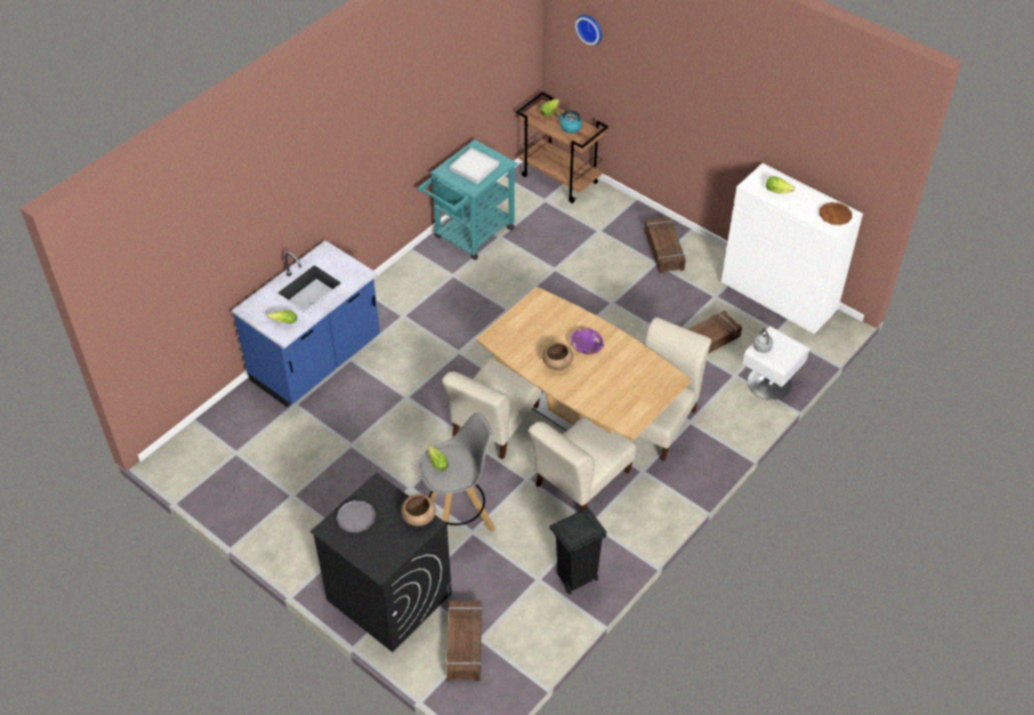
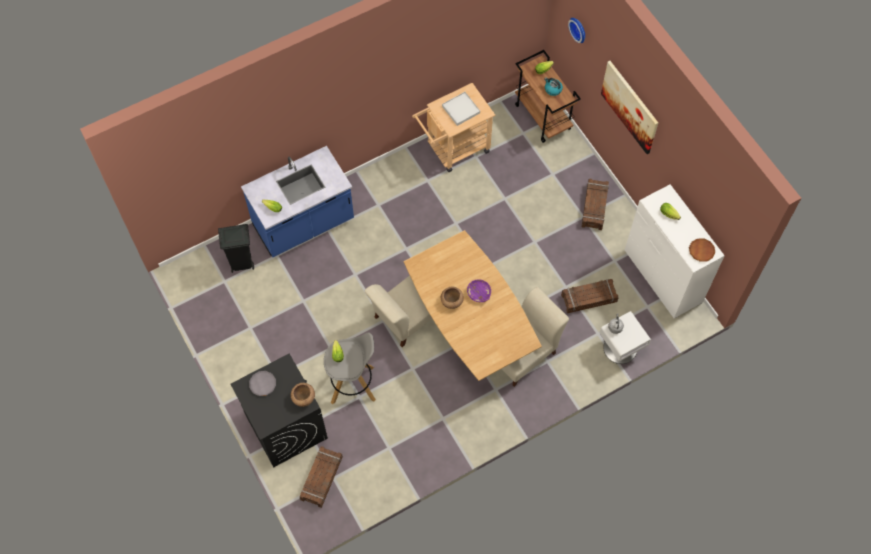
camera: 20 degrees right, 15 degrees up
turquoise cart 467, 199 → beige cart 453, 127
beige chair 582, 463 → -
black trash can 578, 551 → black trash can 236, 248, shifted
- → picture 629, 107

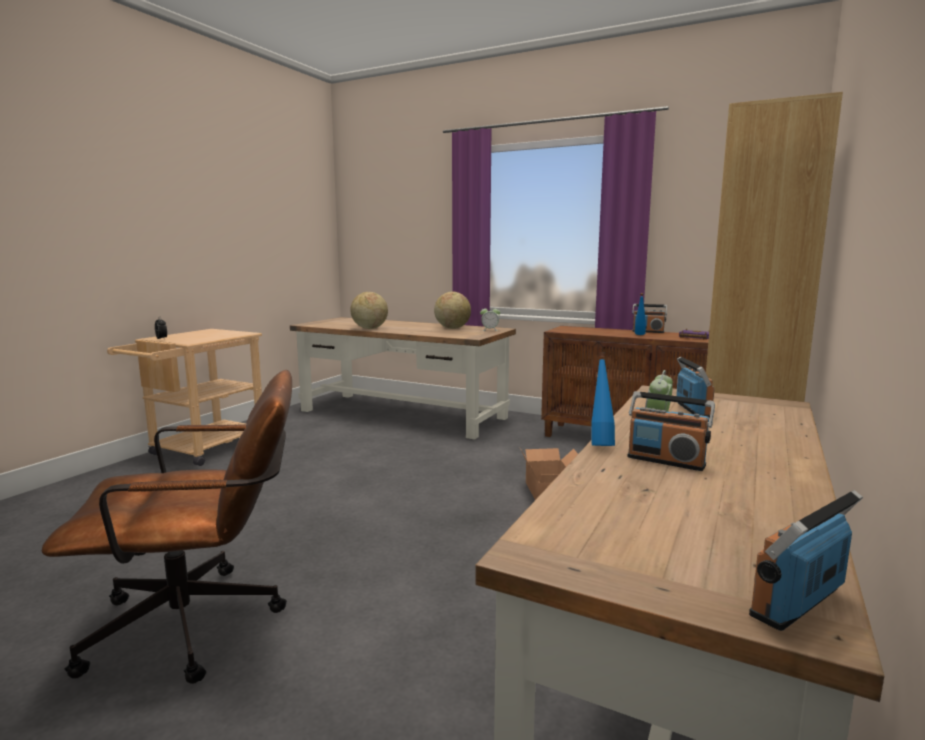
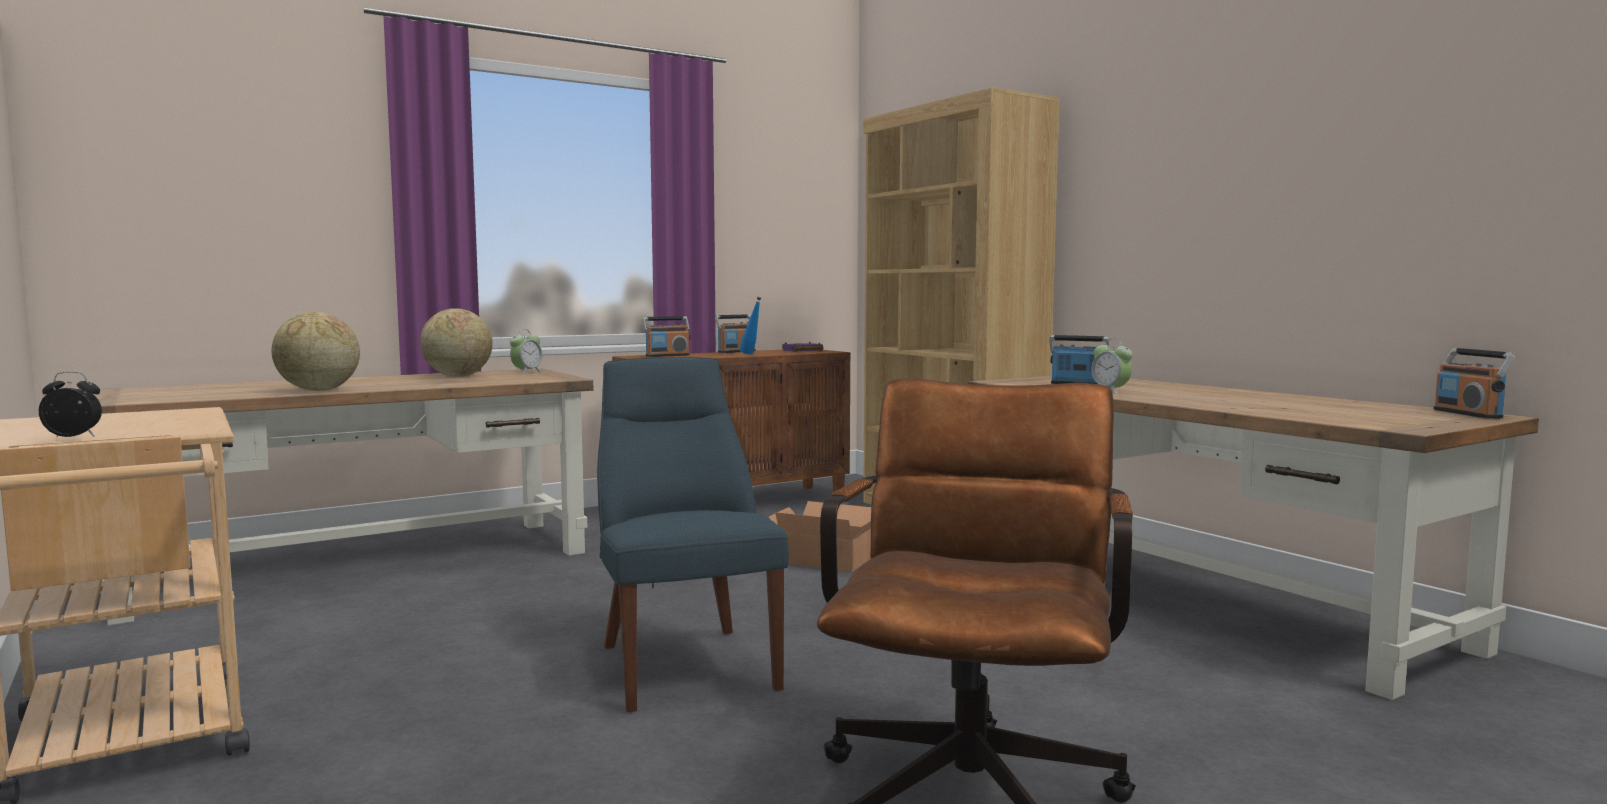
camera: 60 degrees left, 5 degrees down
blue bottle 603, 399 → -
radio 671, 431 → radio 666, 336, shifted
- → blue chair 693, 534

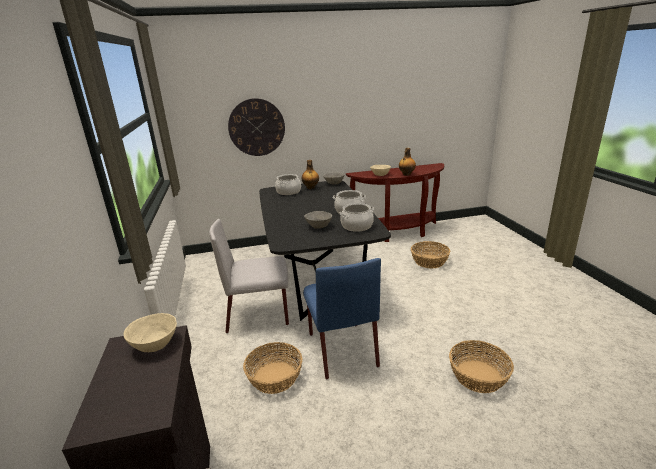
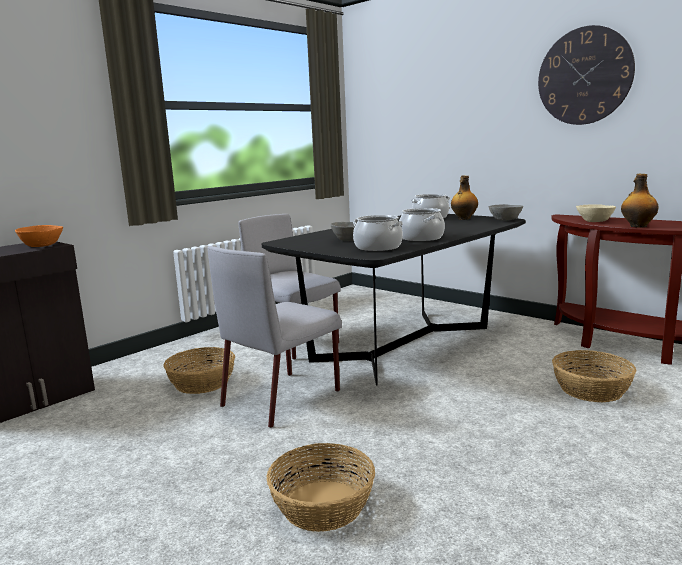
camera: 55 degrees right, 10 degrees down
beige bowl 150, 332 → orange bowl 39, 236
wall clock 256, 127 → wall clock 586, 75, shifted
blue chair 342, 318 → grey chair 274, 337

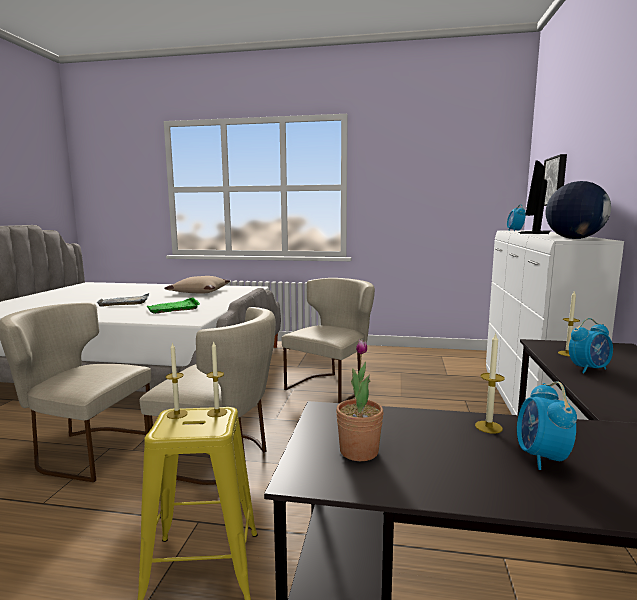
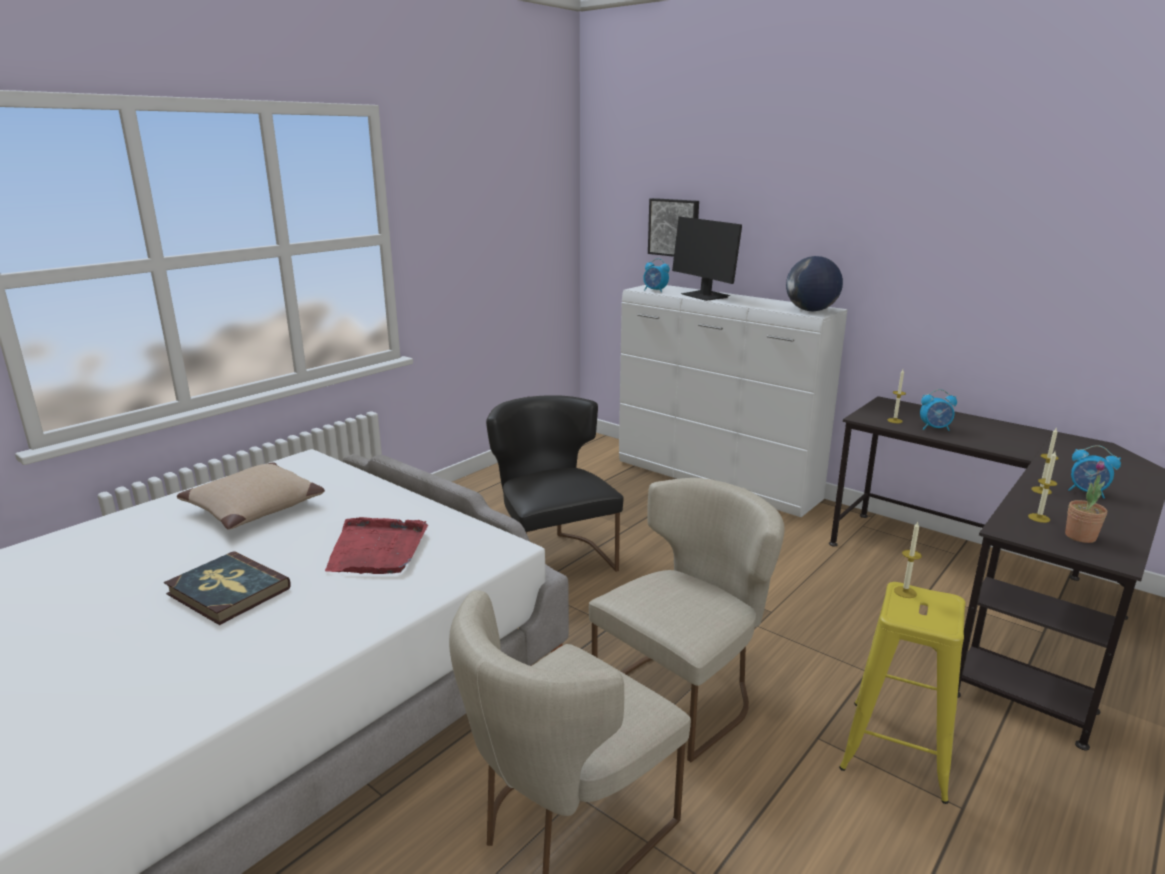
camera: 60 degrees left, 10 degrees up
grey tray 122, 299 → book 227, 588
green tray 173, 306 → red tray 376, 545
candle 177, 381 → candle 1042, 487, shifted
beige chair 328, 340 → black chair 555, 483
alarm clock 591, 346 → alarm clock 938, 410, 90 degrees clockwise

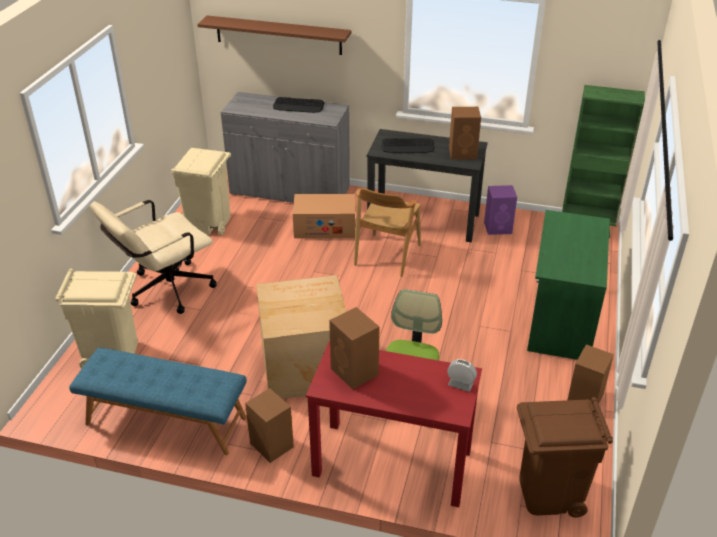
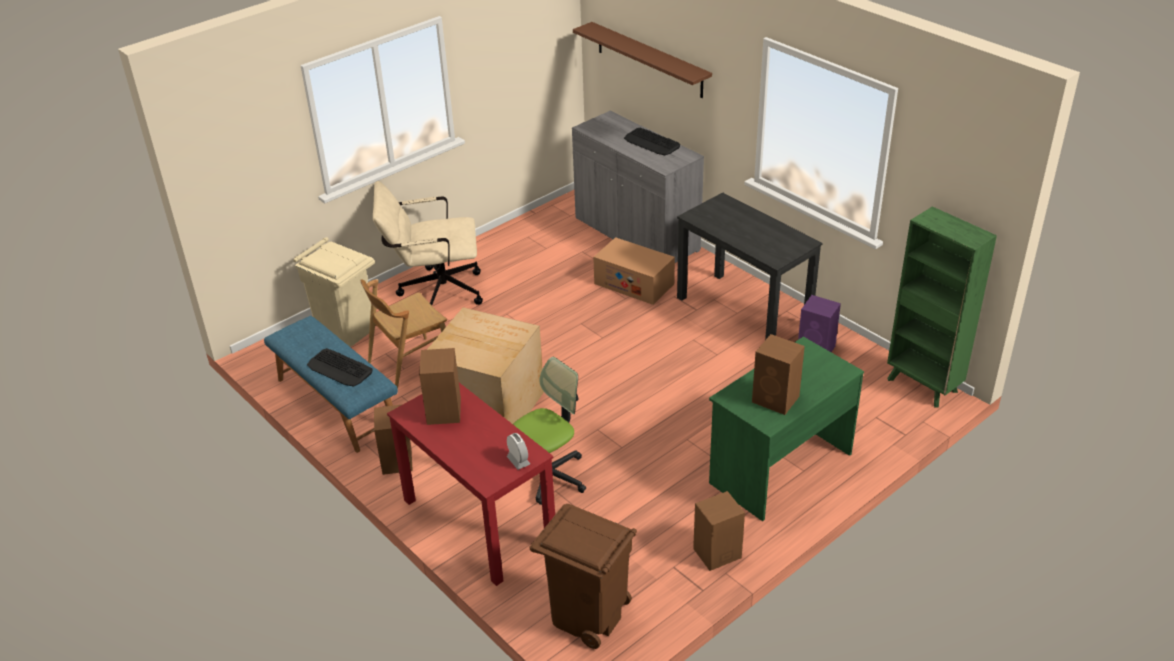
camera: 35 degrees right, 0 degrees up
beige trash can 201, 191 → -
brown chair 387, 232 → brown chair 403, 333, shifted
keyboard 408, 145 → keyboard 340, 367, shifted
brown speaker 465, 133 → brown speaker 778, 374, shifted

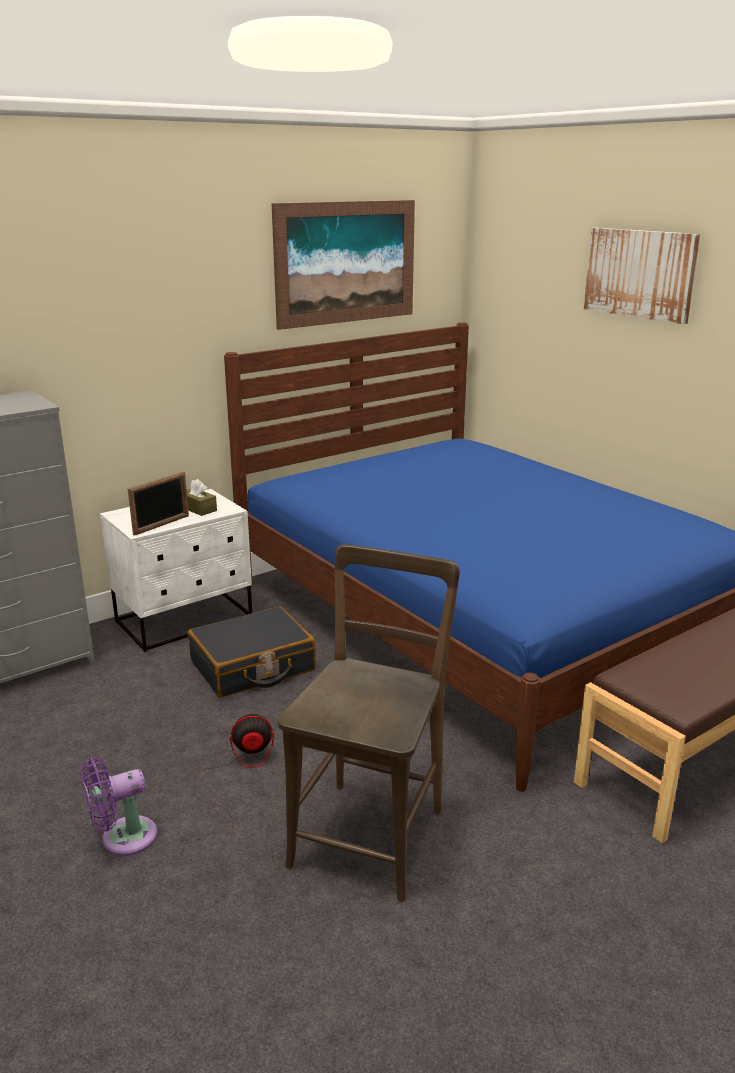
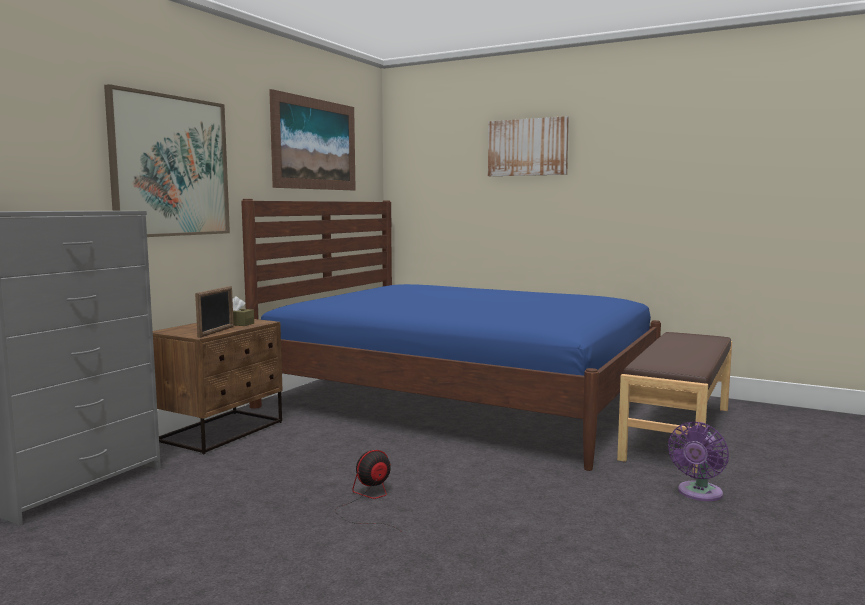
camera: 25 degrees left, 15 degrees down
purple fan 119, 806 → purple fan 698, 461, shifted
white nightstand 176, 570 → brown nightstand 218, 386
black suitcase 252, 652 → -
brown chair 369, 723 → -
- → picture 167, 160

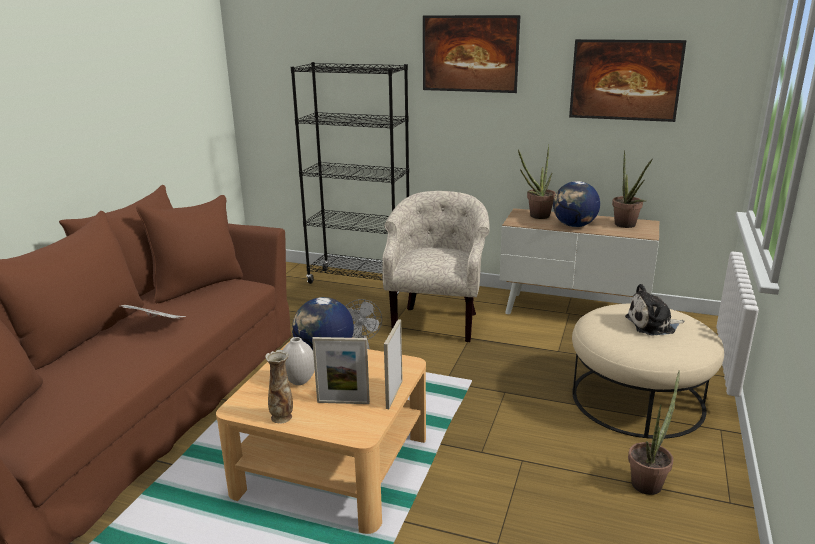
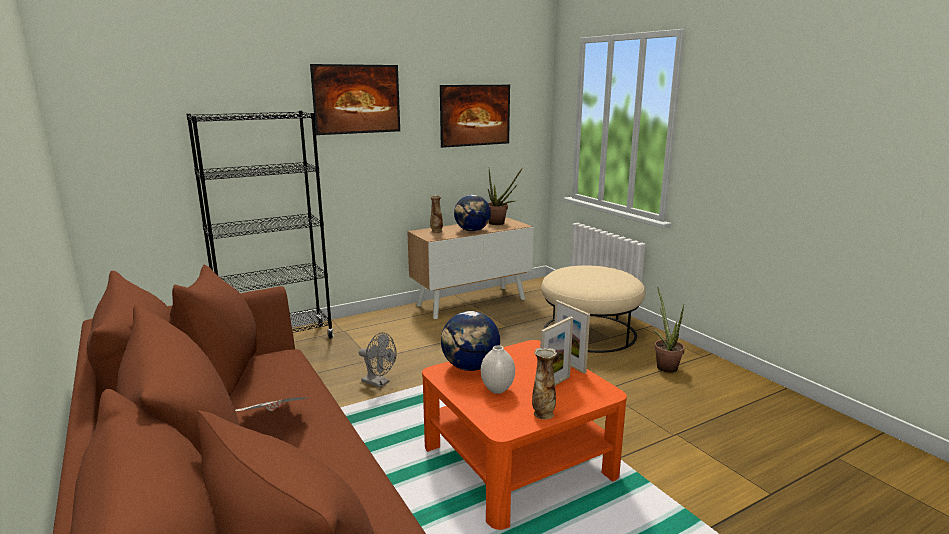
camera: 50 degrees left, 5 degrees down
beige coffee table 321, 437 → orange coffee table 524, 435
beige armchair 436, 266 → -
potted plant 537, 181 → vase 436, 214
plush toy 654, 309 → -

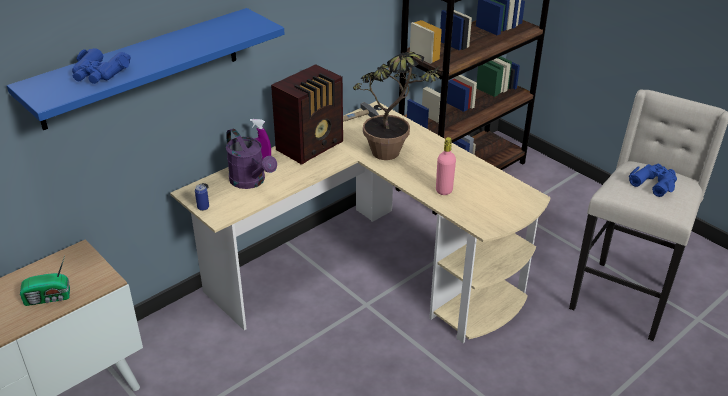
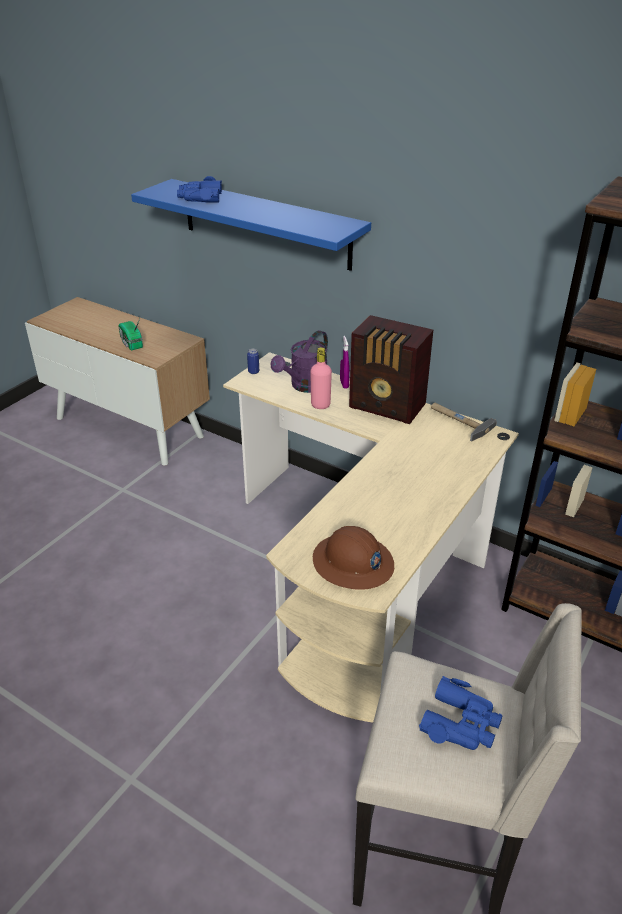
camera: 75 degrees right, 0 degrees up
potted plant 398, 106 → -
pink bottle 446, 166 → pink bottle 321, 378, shifted
- → brown hard hat 353, 558

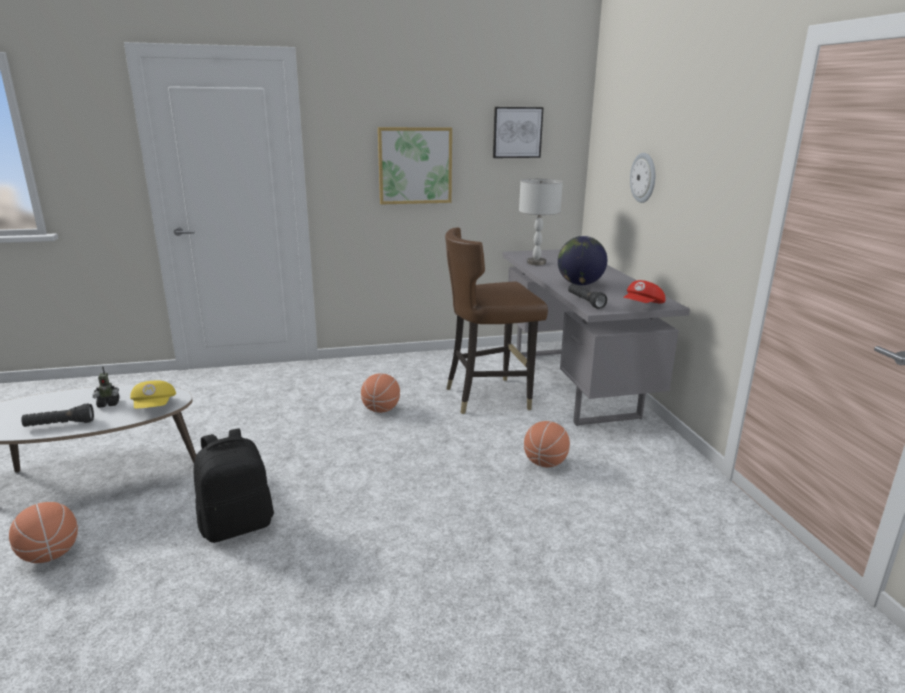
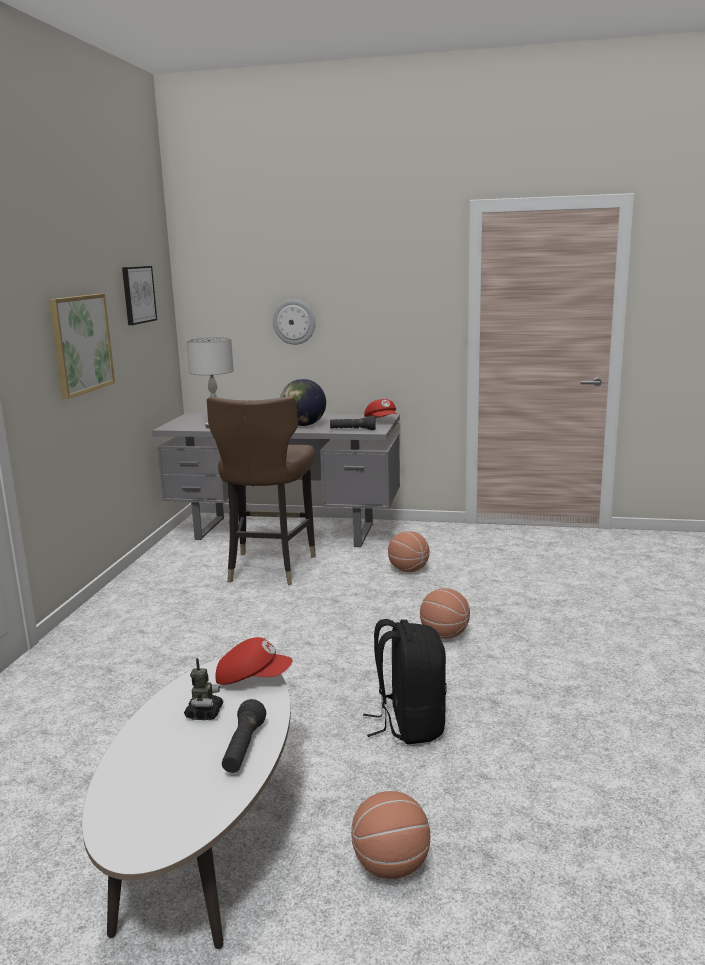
camera: 65 degrees left, 5 degrees down
yellow cap 153, 394 → red cap 254, 661
basketball 380, 393 → basketball 445, 613, shifted

